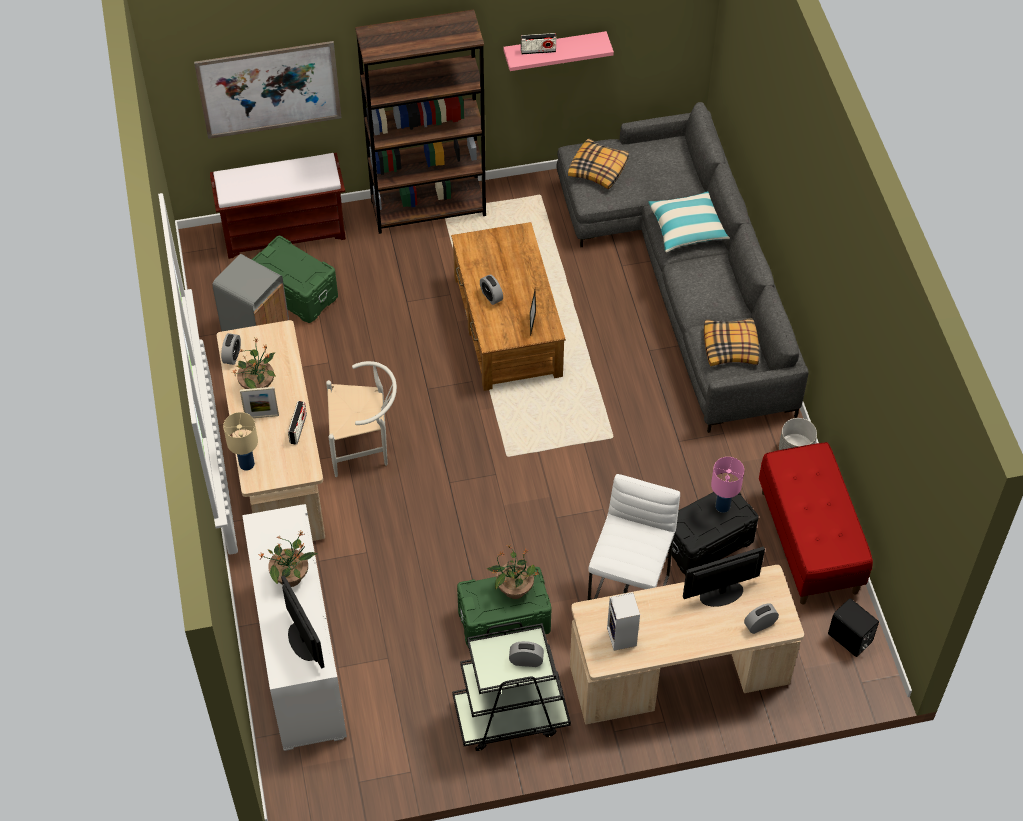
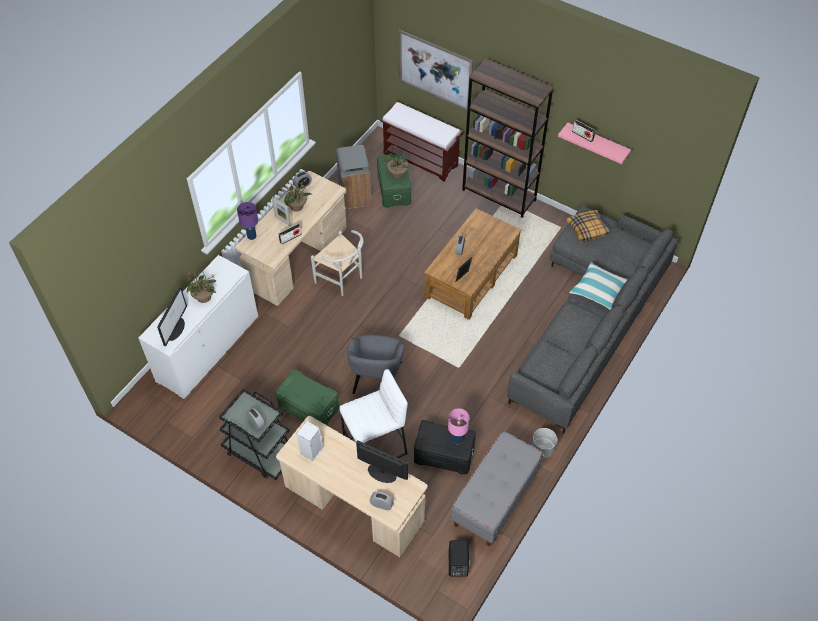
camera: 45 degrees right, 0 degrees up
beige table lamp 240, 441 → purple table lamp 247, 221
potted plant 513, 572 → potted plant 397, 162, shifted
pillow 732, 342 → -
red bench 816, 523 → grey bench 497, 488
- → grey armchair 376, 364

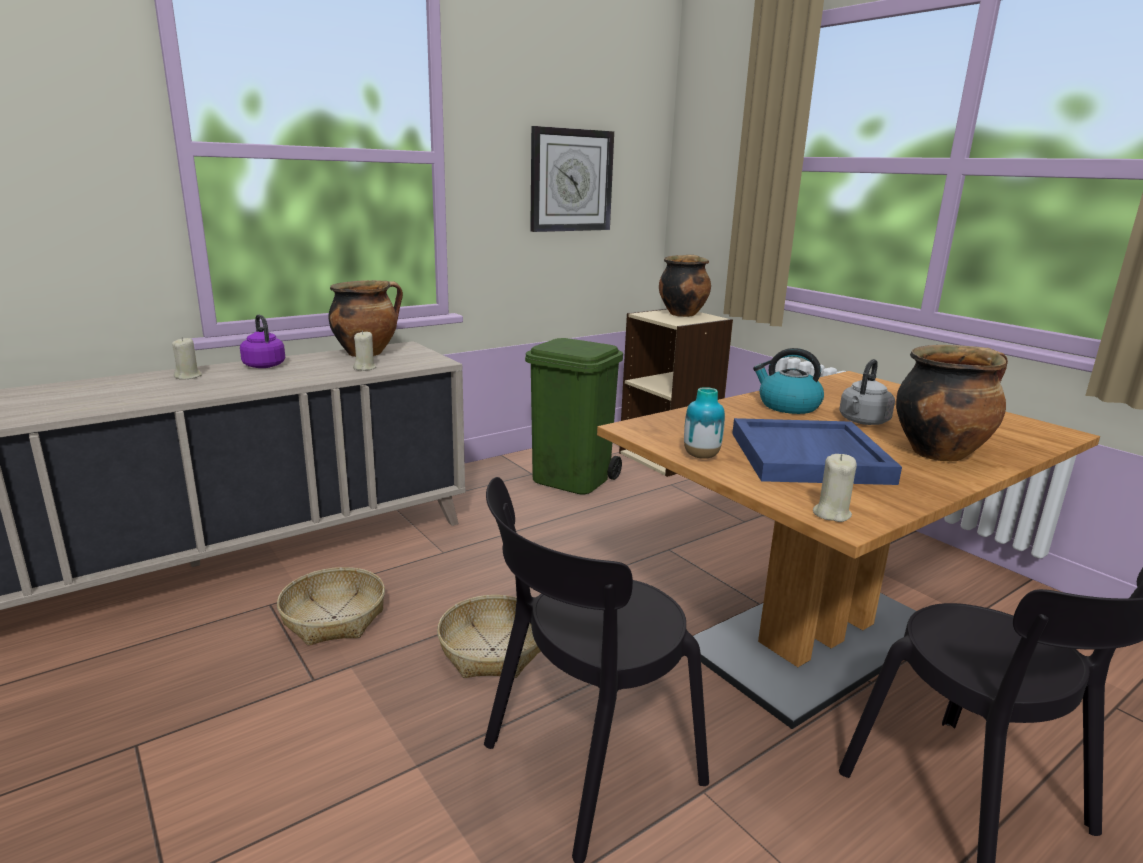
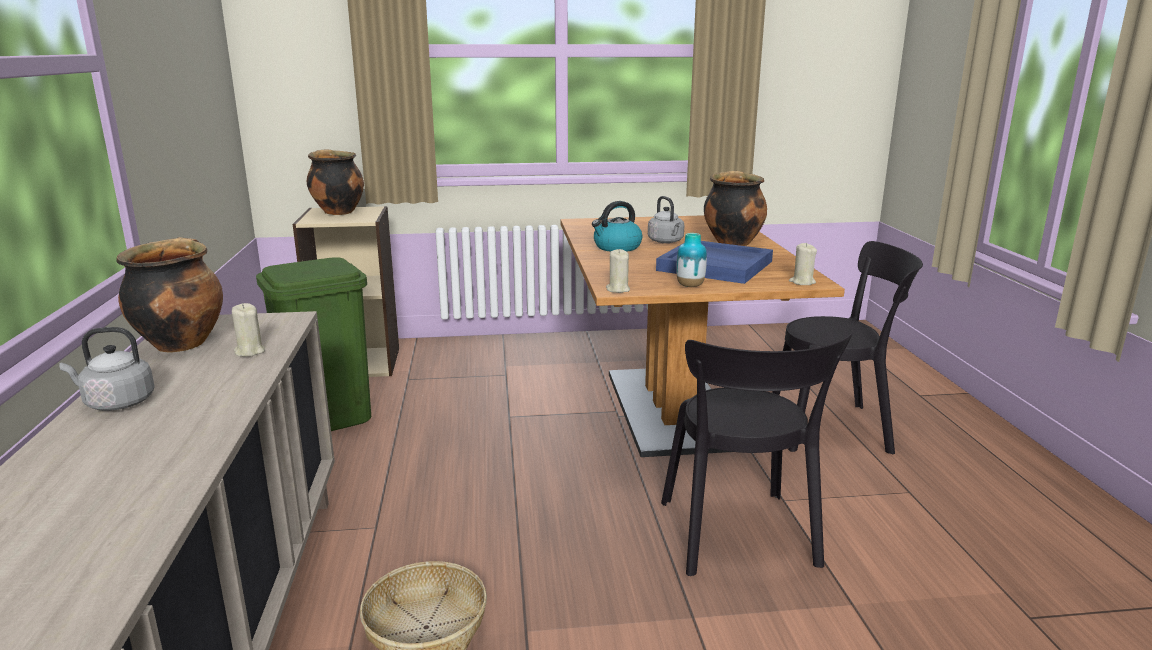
camera: 60 degrees left, 0 degrees up
beige candle 187, 358 → beige candle 618, 271, shifted
purple kettle 262, 341 → grey kettle 107, 369
basket 489, 636 → -
wall clock 572, 179 → -

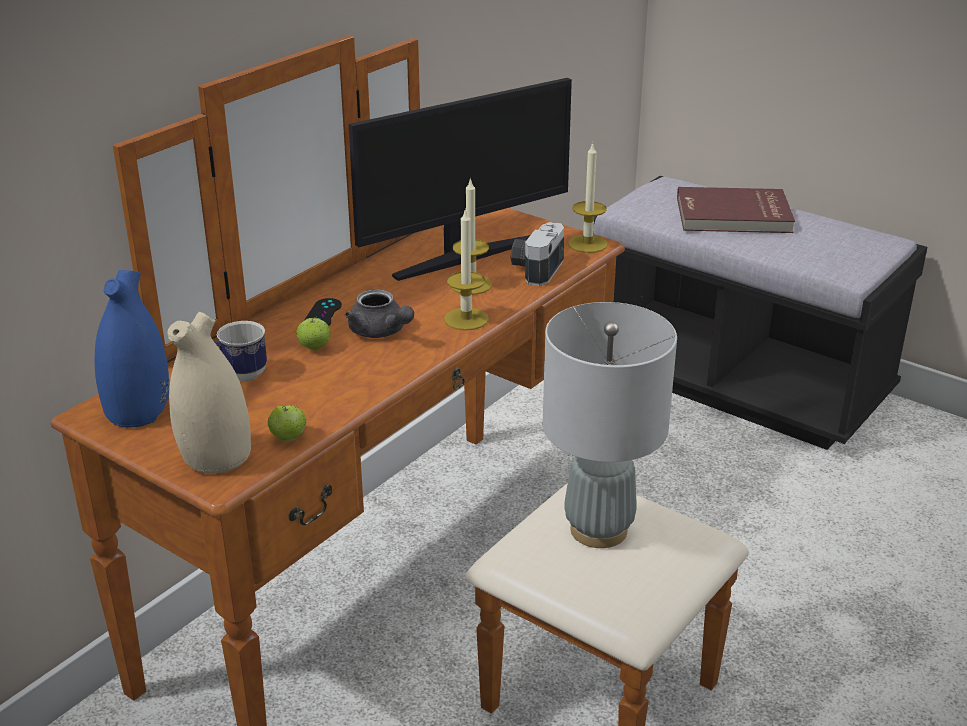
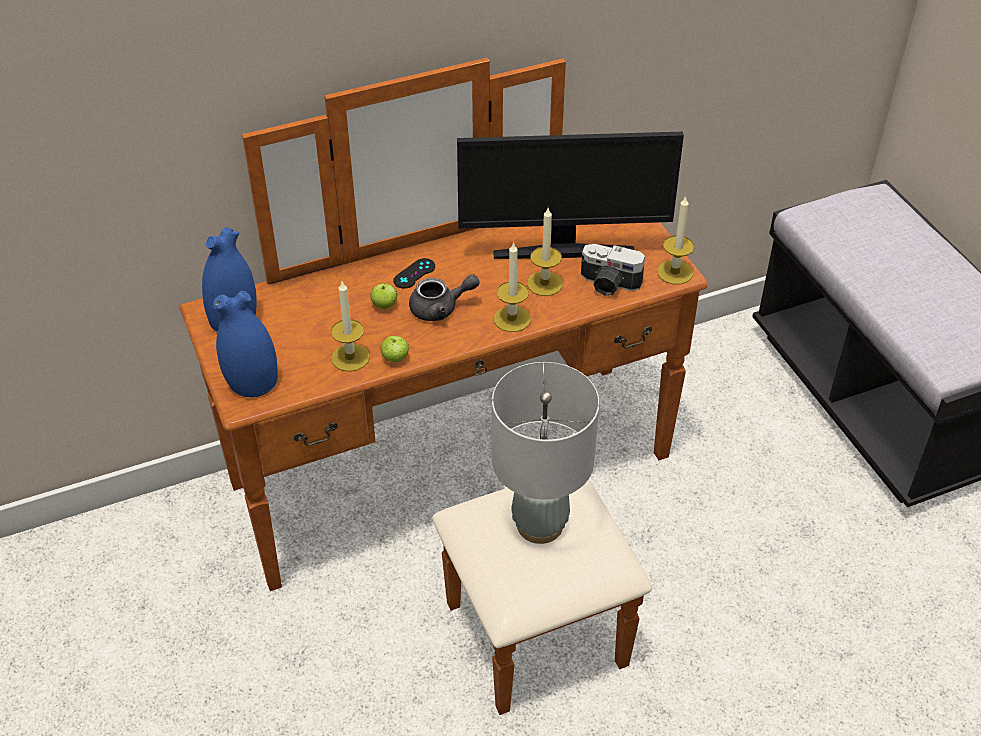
camera: 30 degrees right, 15 degrees up
beige vase 209, 393 → blue vase 245, 344
mug 241, 351 → -
apple 287, 423 → apple 395, 349, shifted
grey teapot 379, 313 → grey teapot 444, 297, 90 degrees counterclockwise
photo camera 537, 254 → photo camera 613, 270, 120 degrees counterclockwise
red book 736, 210 → -
- → candle 350, 327

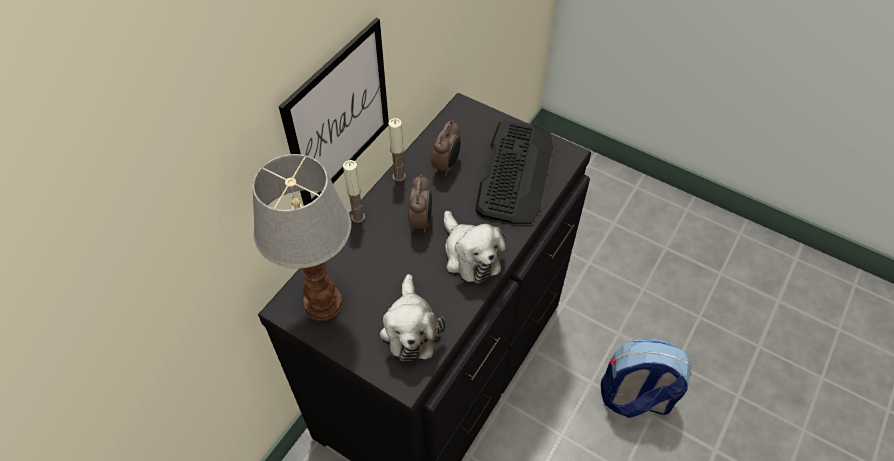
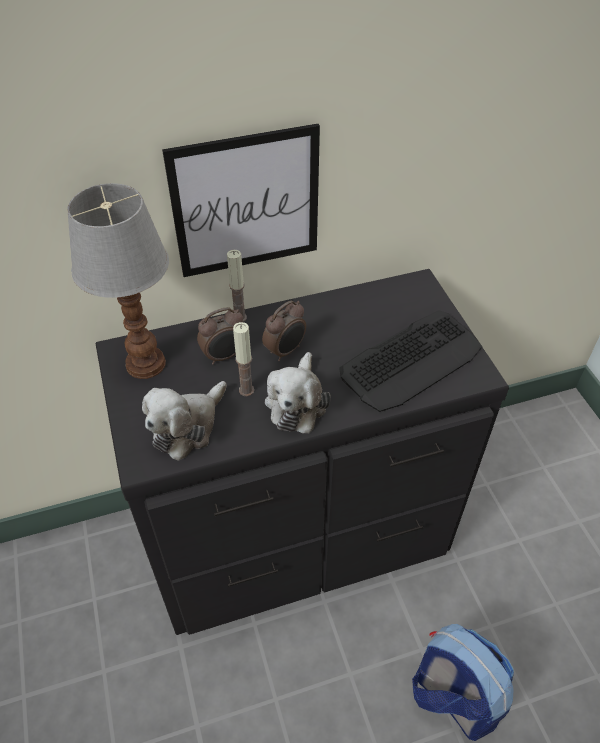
camera: 40 degrees right, 5 degrees down
candle 397, 149 → candle 243, 359, shifted
alarm clock 446, 148 → alarm clock 220, 336, shifted

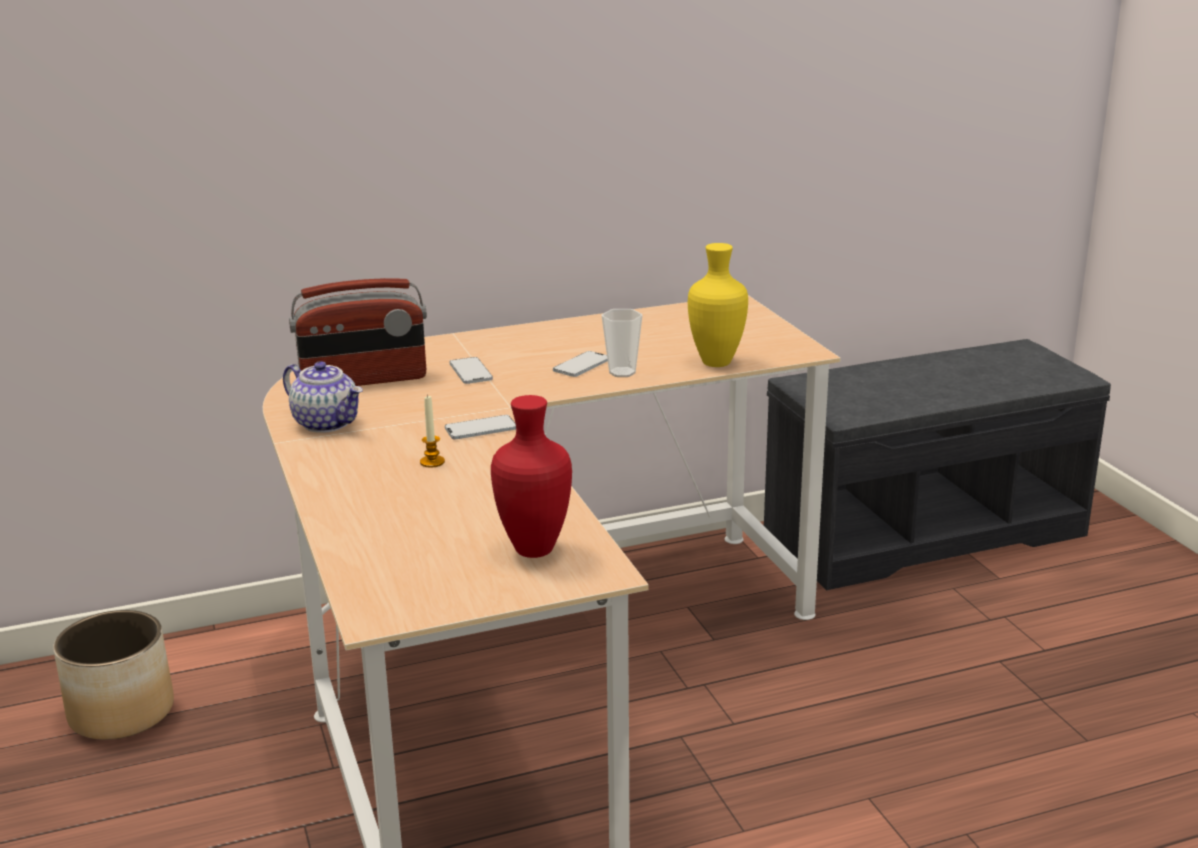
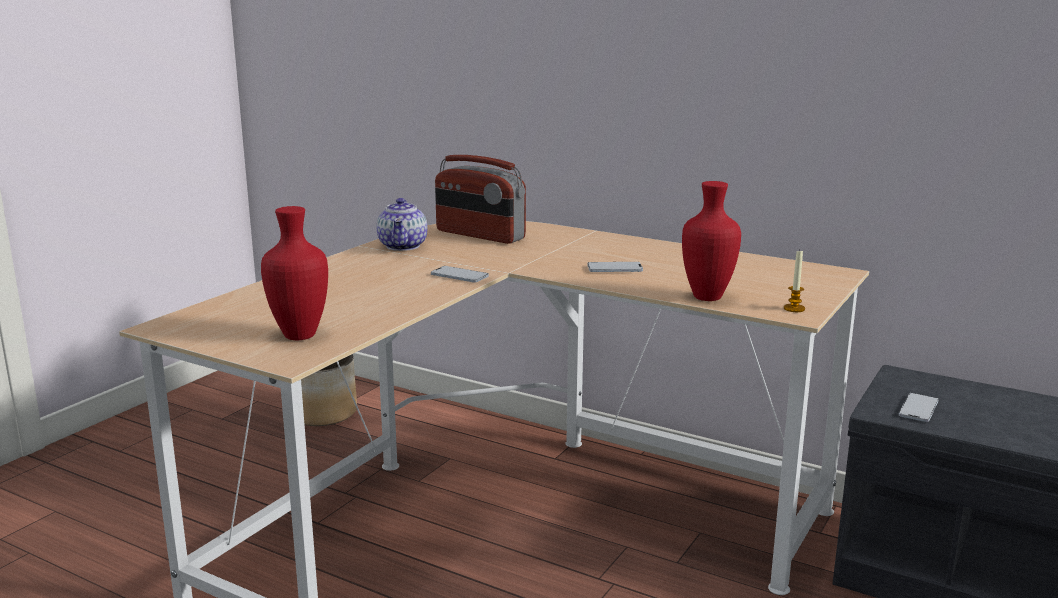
camera: 50 degrees right, 5 degrees down
candle 432, 431 → candle 794, 281, shifted
phone 471, 370 → phone 919, 407, shifted
cup 622, 343 → -
yellow vase 718, 305 → red vase 711, 241

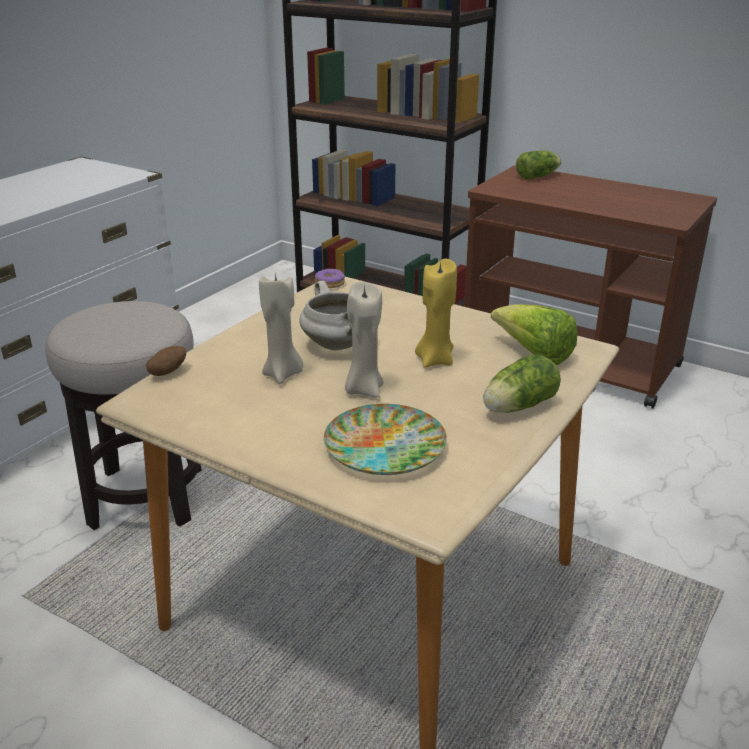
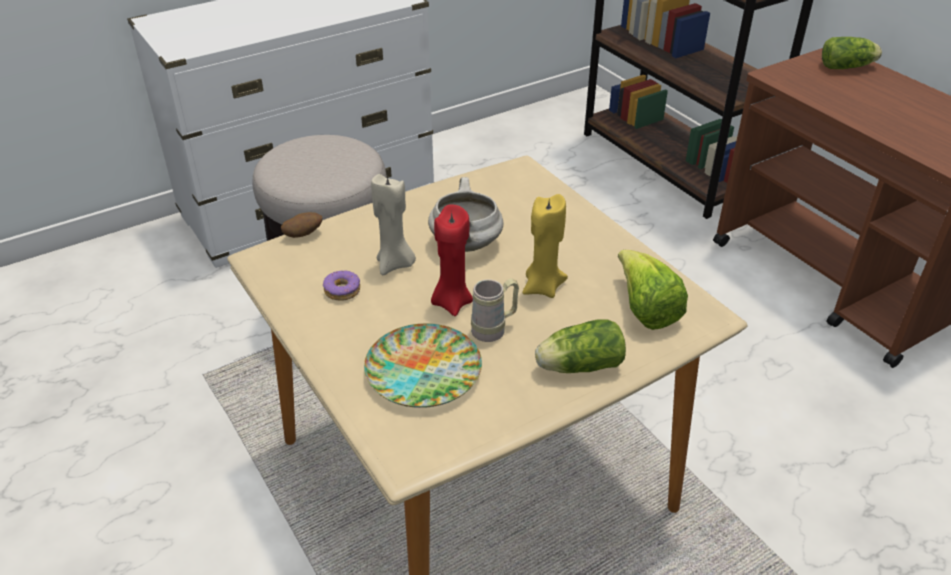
camera: 25 degrees right, 10 degrees up
donut 330, 278 → donut 341, 286, shifted
beige candle 364, 340 → red candle 452, 260
- → beige mug 495, 310

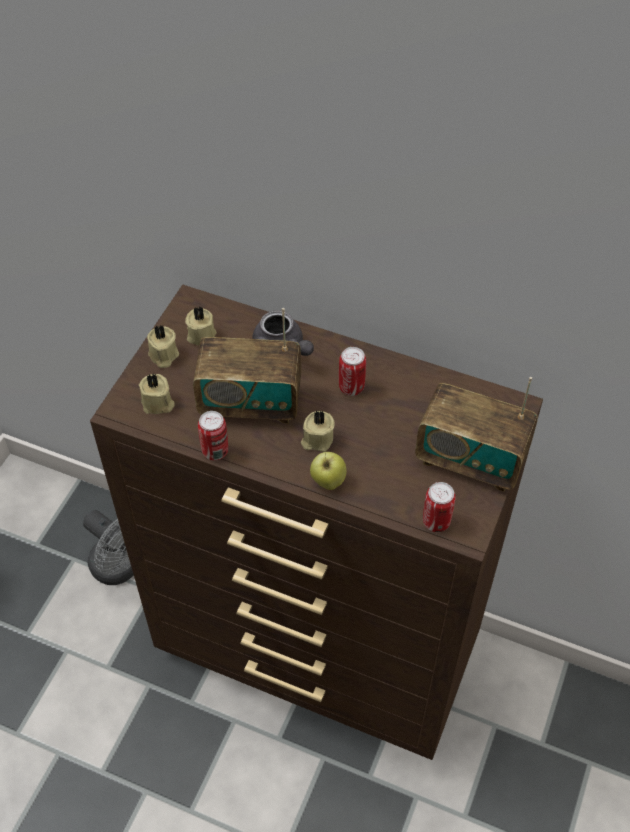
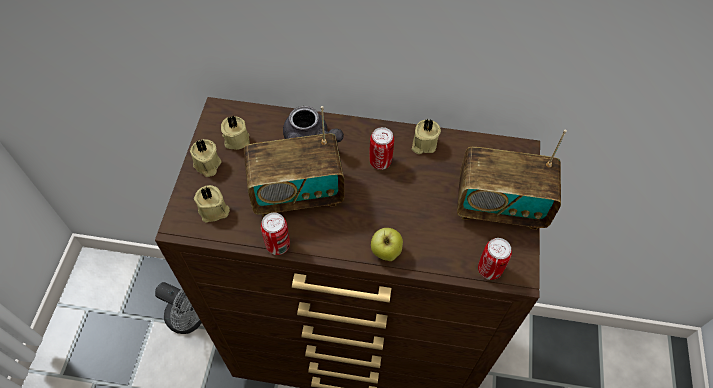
camera: 15 degrees left, 5 degrees up
beige candle 318, 431 → beige candle 426, 136, shifted

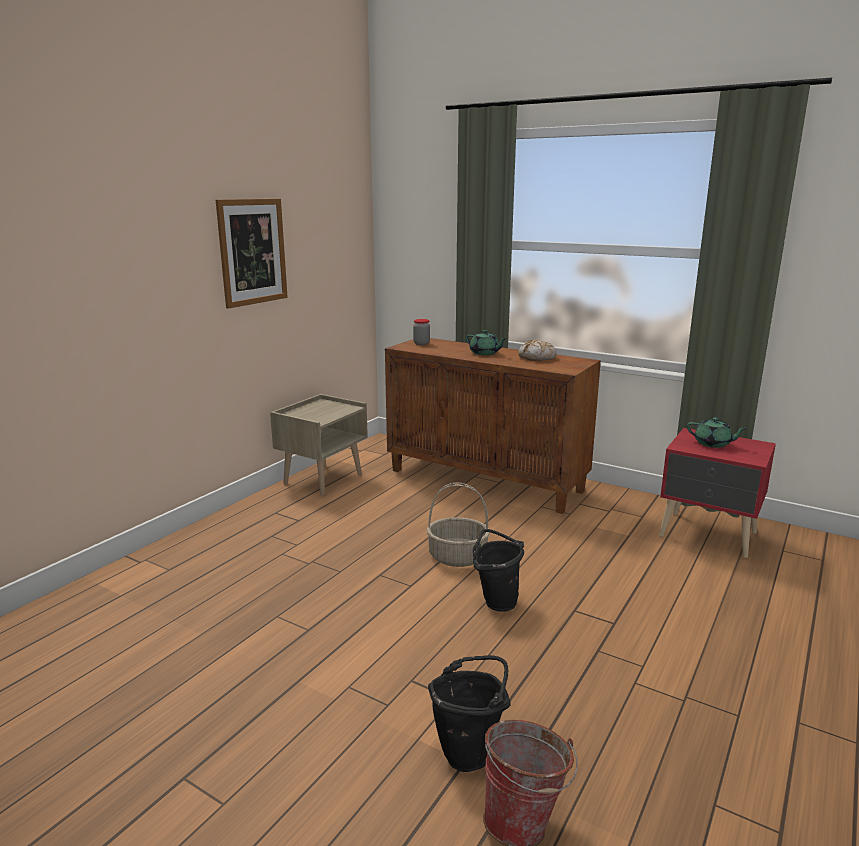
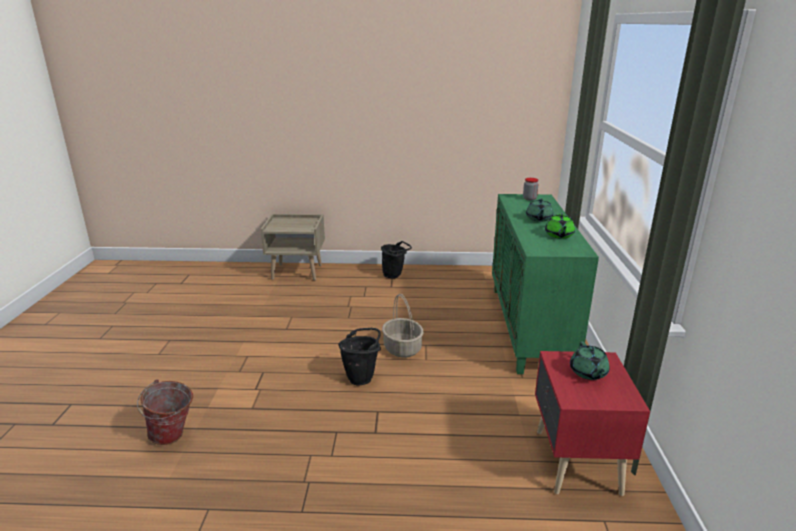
camera: 60 degrees right, 5 degrees up
picture 252, 254 → -
beige nightstand 319, 444 → beige nightstand 293, 247, shifted
brown cabinet 493, 426 → green cabinet 545, 284
black bucket 469, 713 → black bucket 396, 259, shifted
bread 537, 350 → green teapot 560, 226

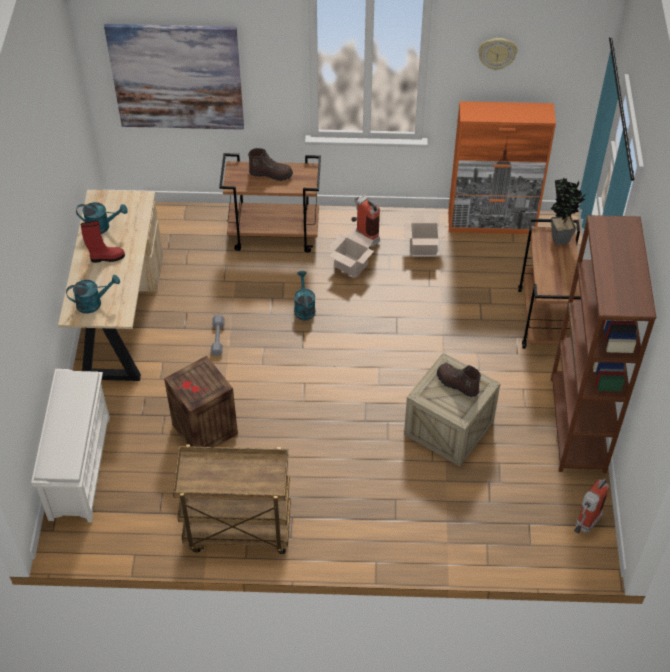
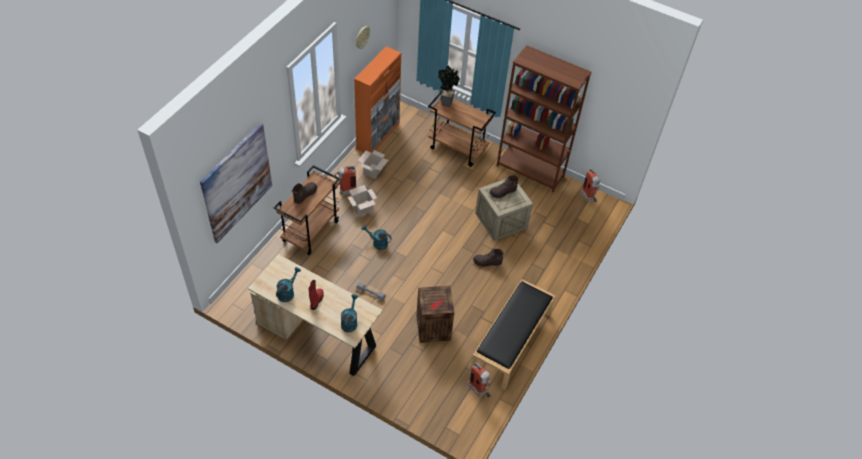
camera: 65 degrees left, 0 degrees up
white shoe rack 70, 445 → -
brown cart 232, 499 → black bench 513, 334
- → fire extinguisher 479, 380
- → brown boot 488, 258

